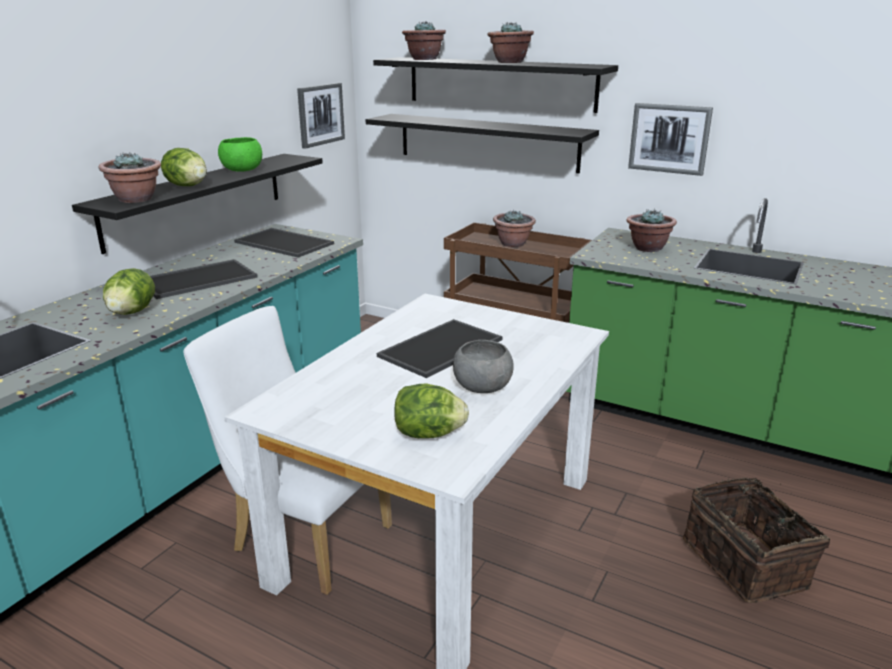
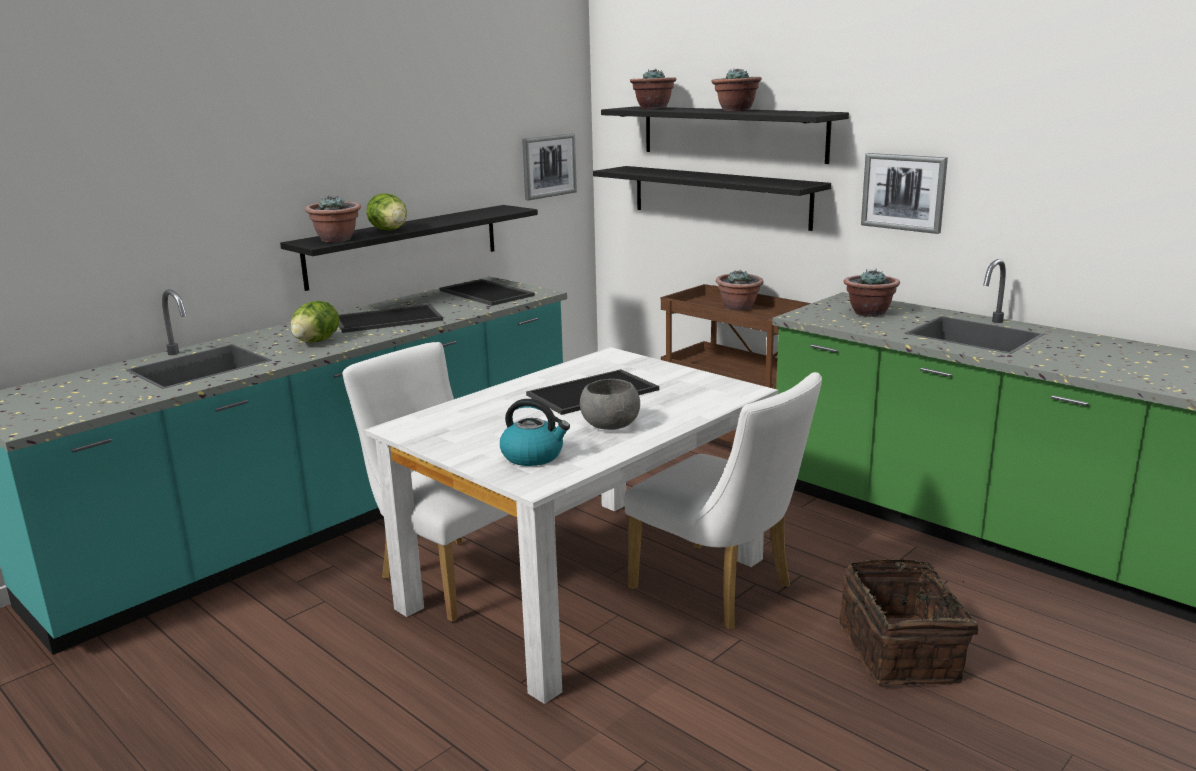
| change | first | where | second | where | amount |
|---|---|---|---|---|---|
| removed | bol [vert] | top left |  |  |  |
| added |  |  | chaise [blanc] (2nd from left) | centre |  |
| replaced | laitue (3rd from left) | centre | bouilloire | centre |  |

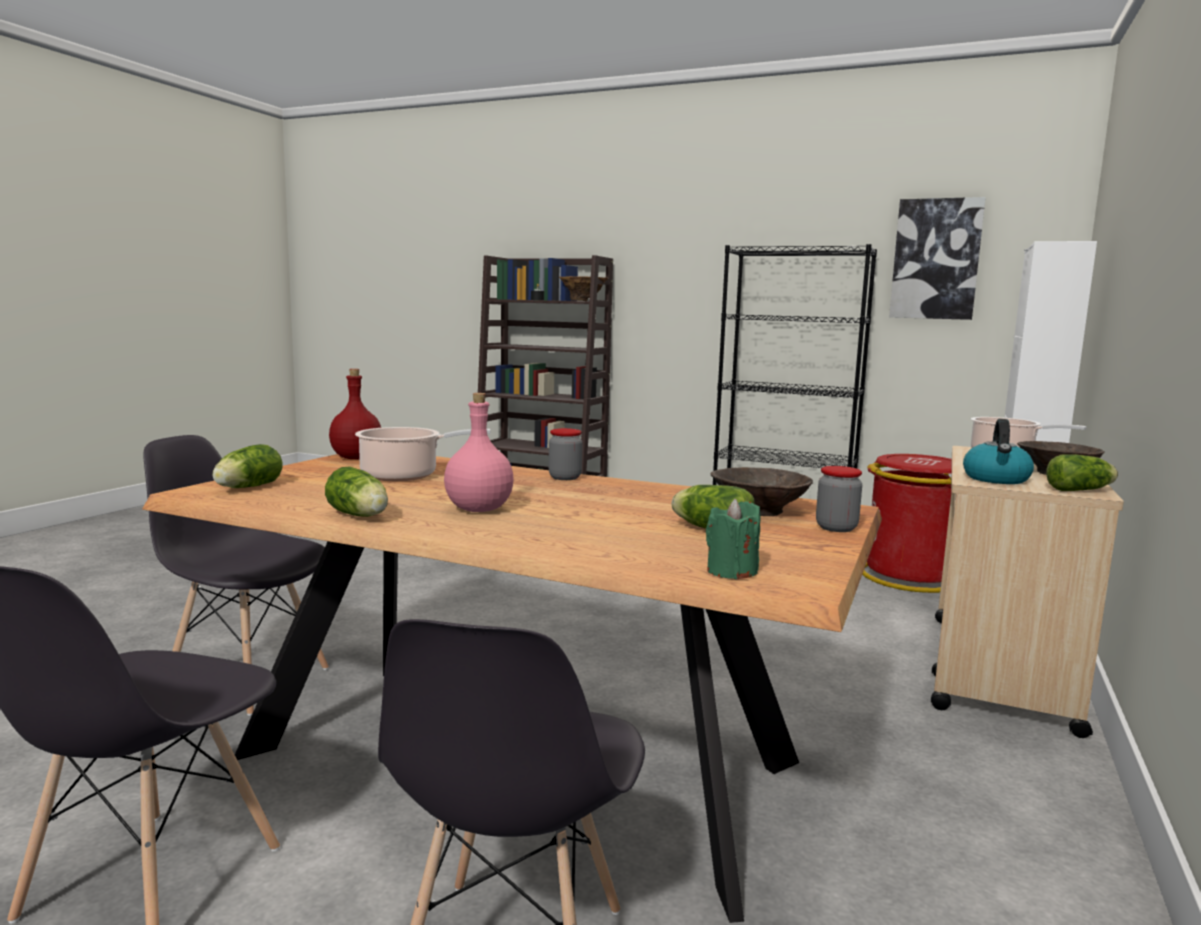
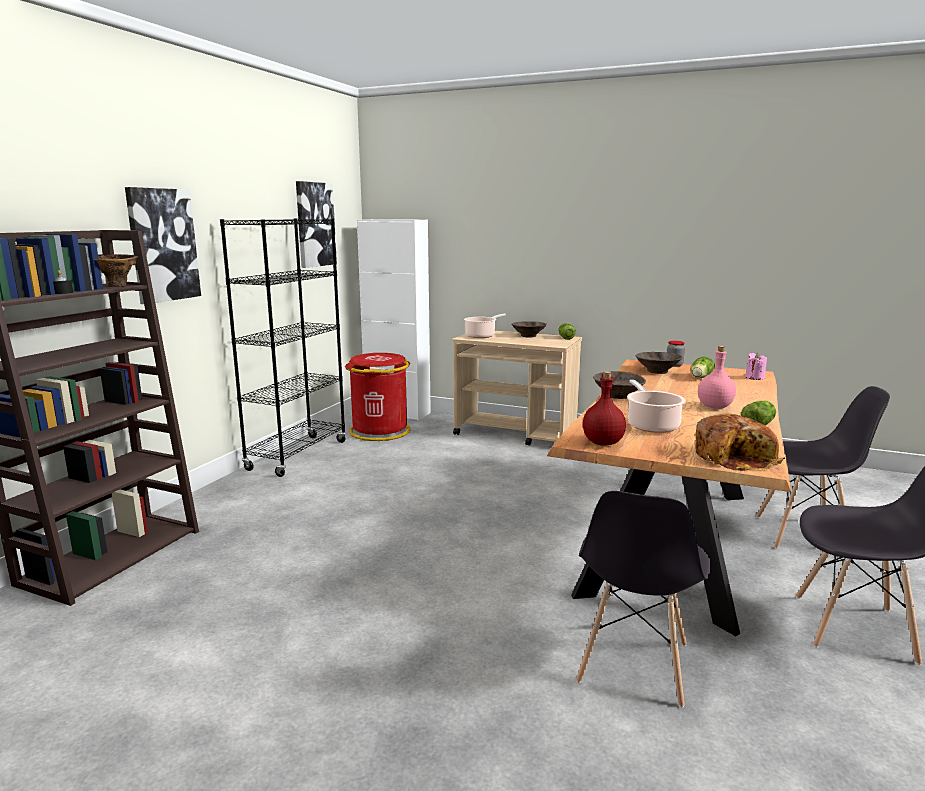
| change | first | where | second | where | amount |
|---|---|---|---|---|---|
| removed | bouilloire | middle right |  |  |  |
| added |  |  | tableau (1st from left) | top left |  |
| replaced | laitue (1st from left) | middle left | pain | middle right |  |
| replaced | bocal (1st from left) | centre | bol [marron] (2nd from left) | middle right |  |
| recoloured | bougie [vert] | centre | bougie [rose] | middle right |  |

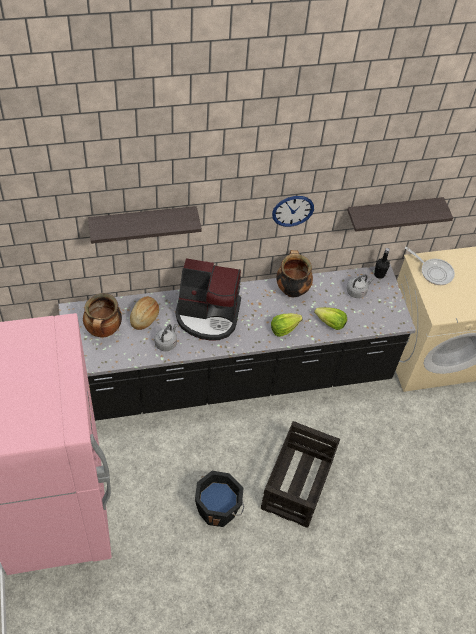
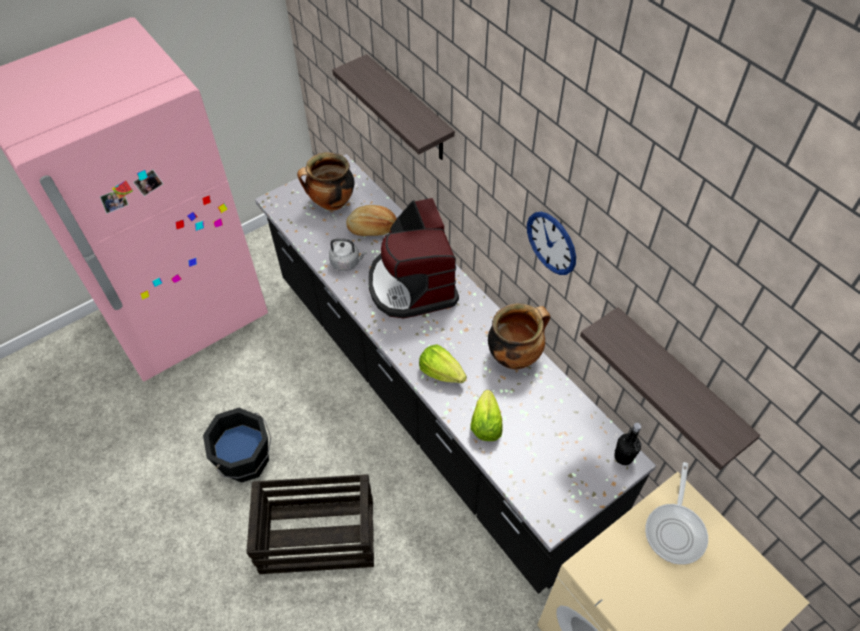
| change | first | where | second | where | amount |
|---|---|---|---|---|---|
| removed | bouilloire [gris] (2nd from left) | middle right |  |  |  |

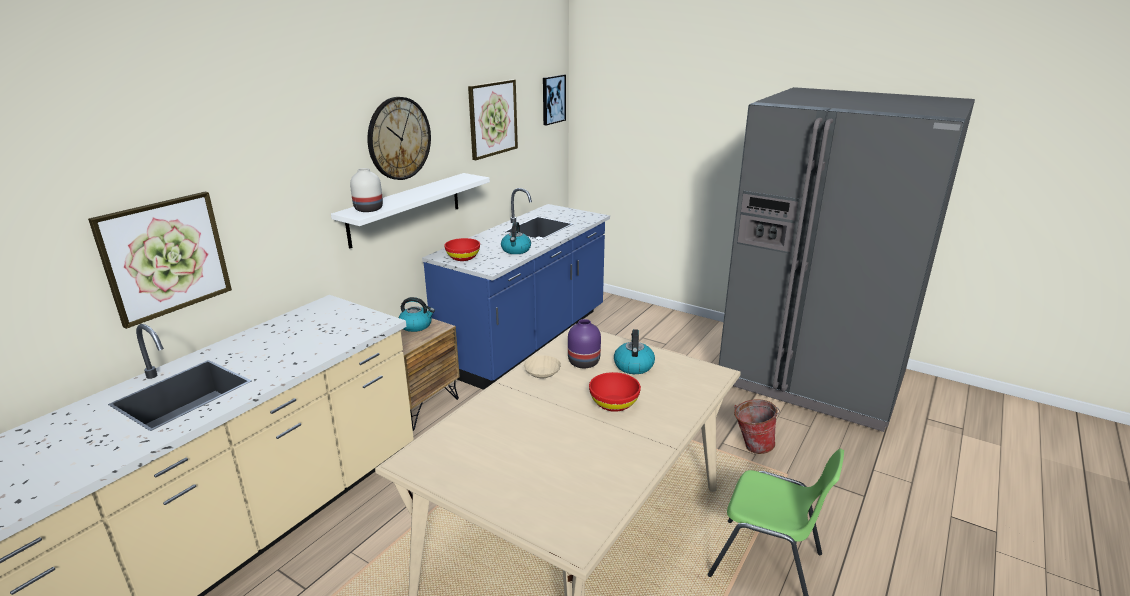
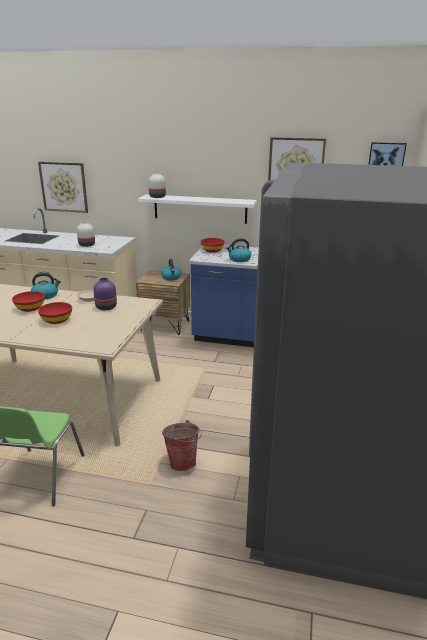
| change | first | where | second | where | amount |
|---|---|---|---|---|---|
| removed | horloge murale | top centre |  |  |  |
| added |  |  | bol [rouge] (1st from left) | middle left |  |
| added |  |  | vase [blanc] (1st from left) | middle left |  |
| moved | bouilloire (3rd from left in the first image) | centre | bouilloire (1st from left) | middle left |  |

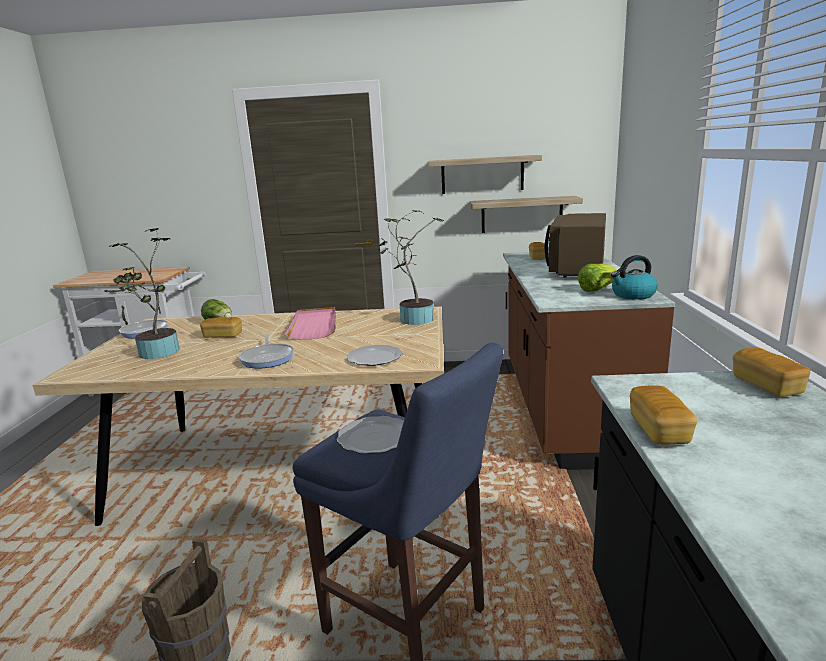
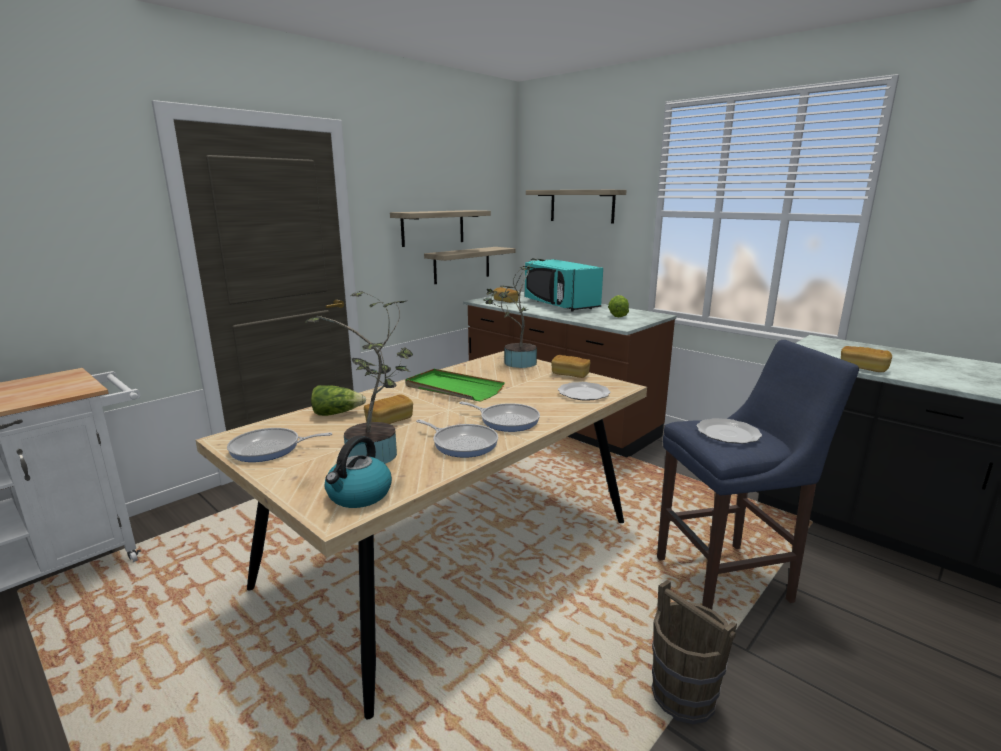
| change | first | where | second | where | amount |
|---|---|---|---|---|---|
| added |  |  | poêle (2nd from left) | centre |  |
| added |  |  | étagère (3rd from left) | top centre |  |
| moved | bouilloire | middle right |  | centre |  |
| moved | pain (4th from left in the first image) | middle right | pain (3rd from left) | centre |  |
| recoloured | plateau [rose] | centre | plateau [vert] | centre |  |
| recoloured | micro-ondes [marron] | middle right | micro-ondes [turquoise] | centre |  |

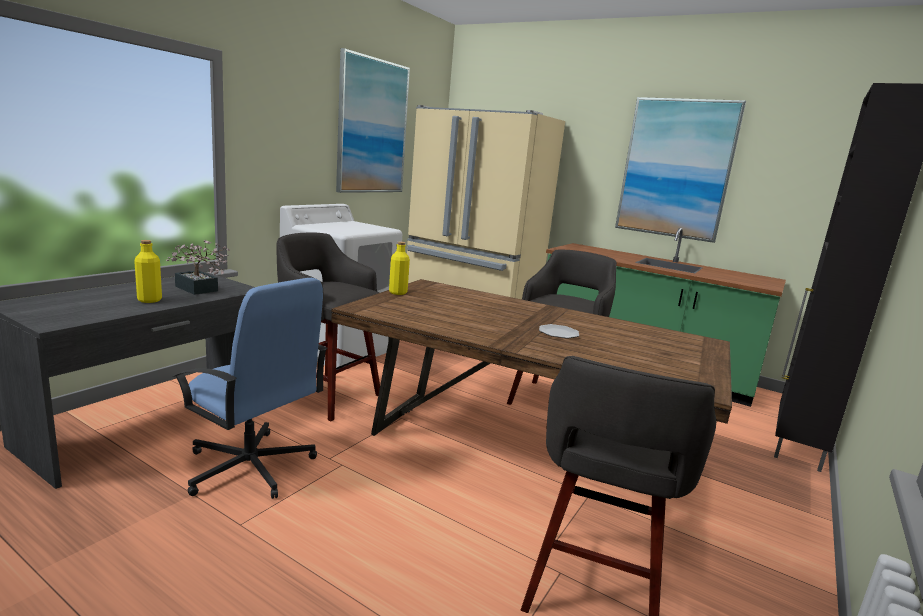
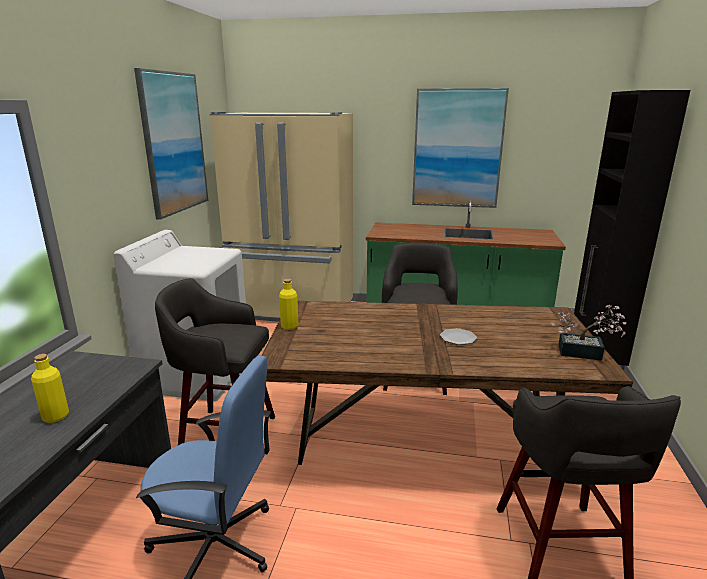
| change | first | where | second | where | amount |
|---|---|---|---|---|---|
| moved | plante en pot | middle left |  | middle right |  |

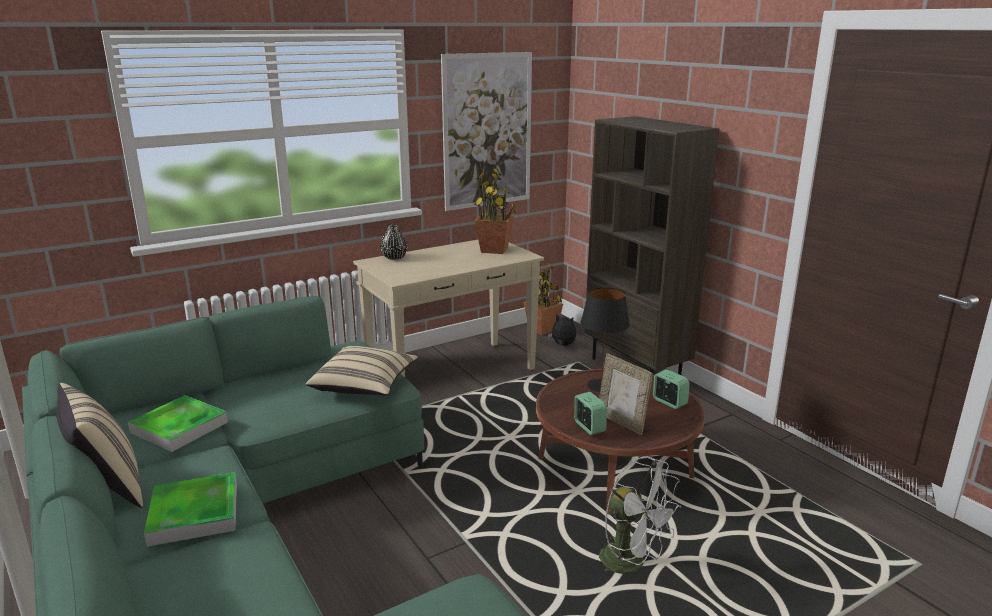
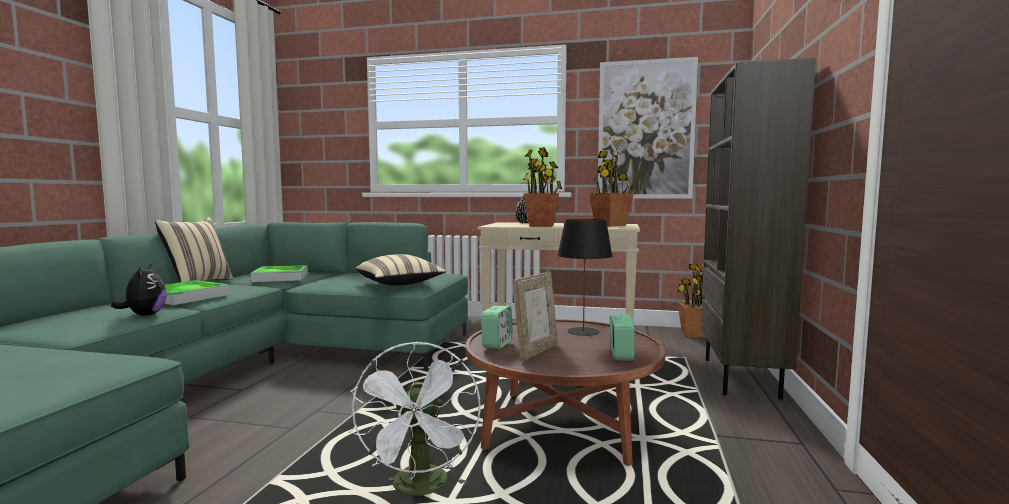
| change | first | where | second | where | amount |
|---|---|---|---|---|---|
| added |  |  | plante en pot (1st from left) | centre |  |
| moved | peluche | centre |  | middle left |  |
| turned | cadre photo | centre |  | centre | 150 degrees counterclockwise |

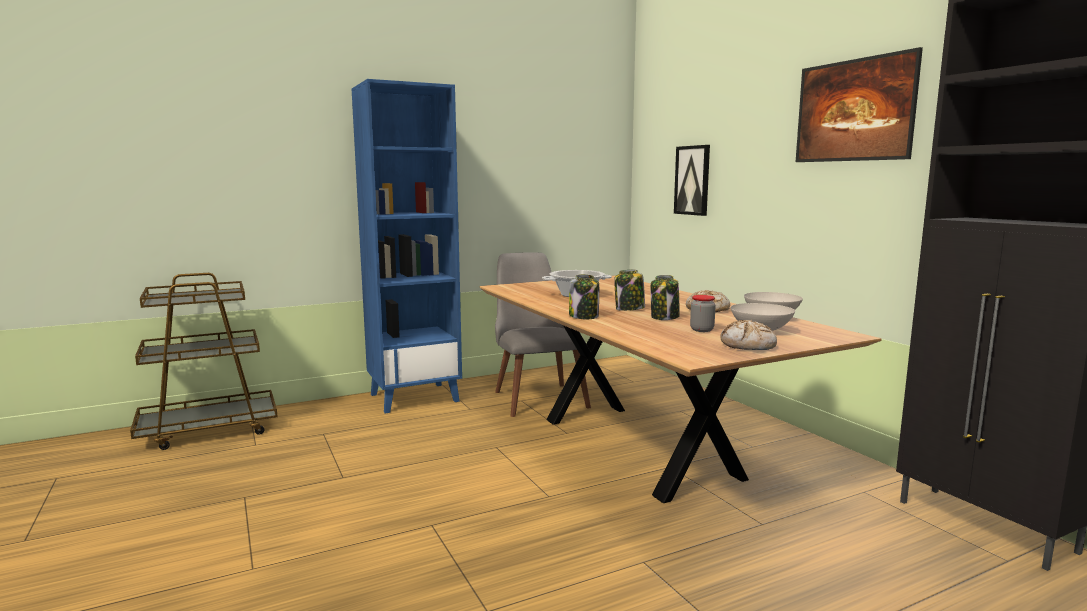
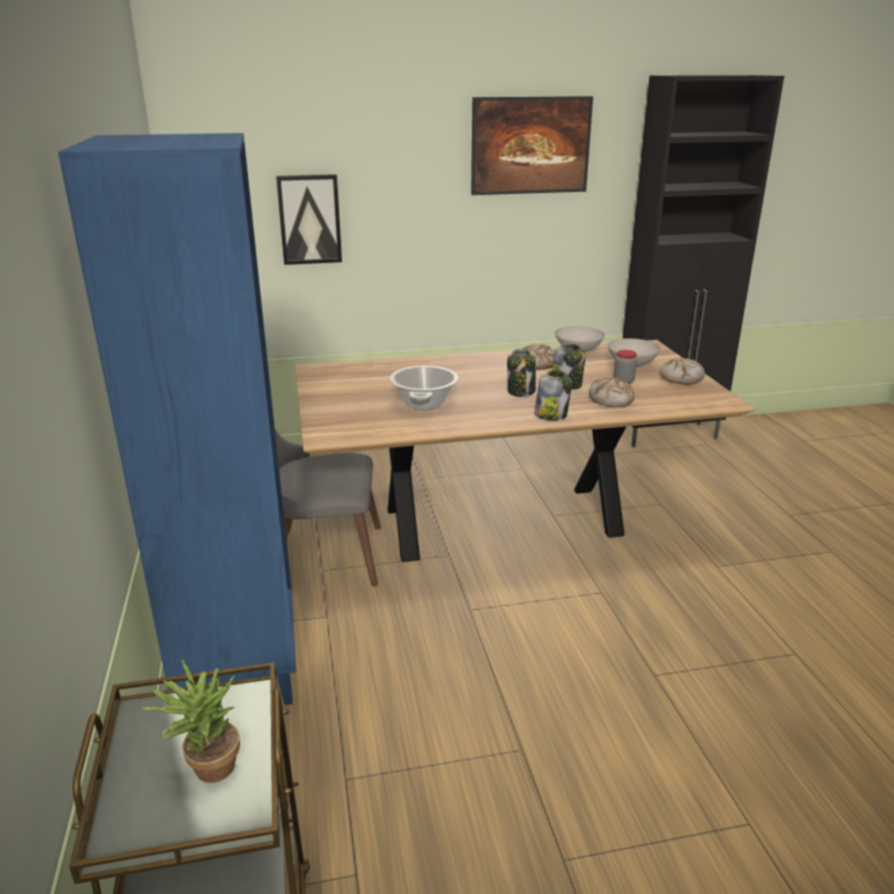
| change | first | where | second | where | amount |
|---|---|---|---|---|---|
| added |  |  | plante en pot | bottom left |  |
| added |  |  | pain (2nd from left) | middle right |  |

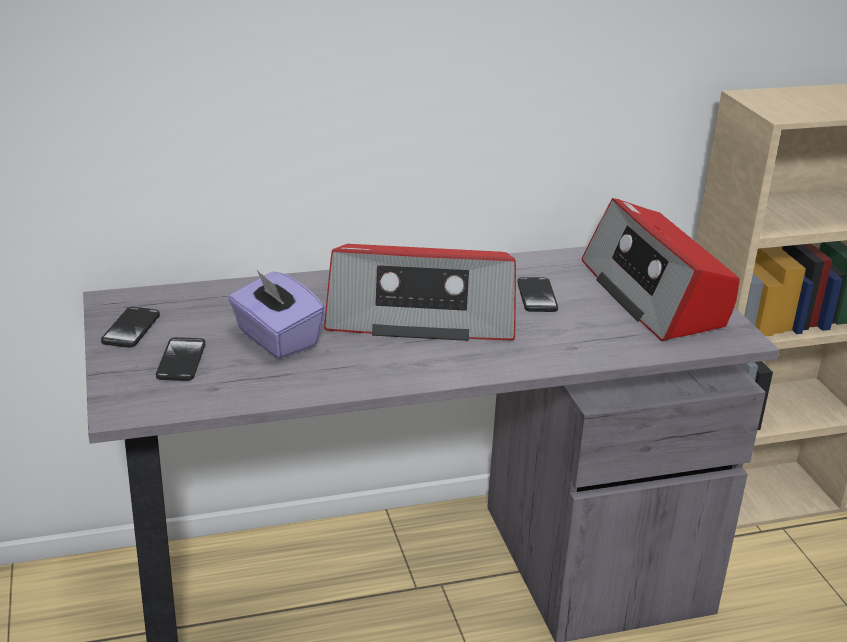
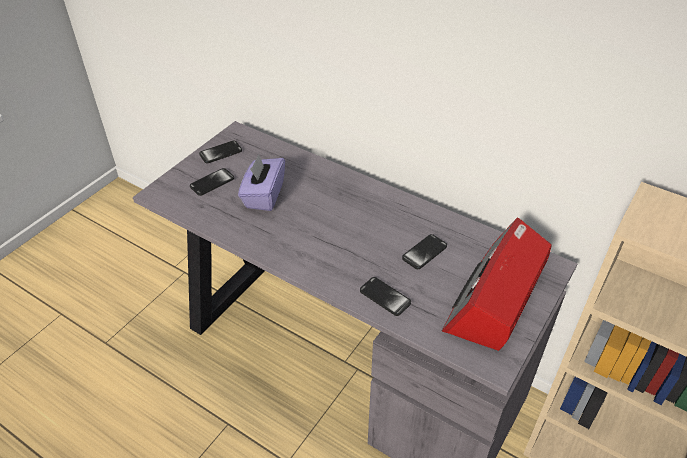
| change | first | where | second | where | amount |
|---|---|---|---|---|---|
| removed | radio (1st from left) | centre |  |  |  |
| added |  |  | téléphone (3rd from left) | centre |  |

